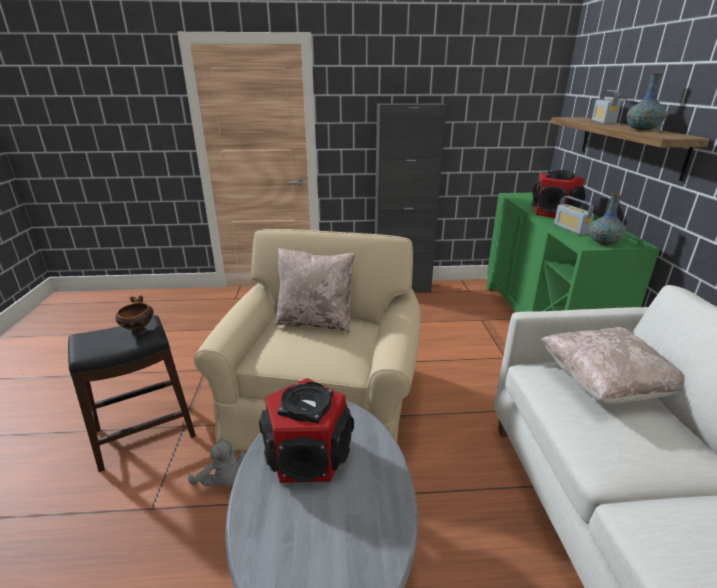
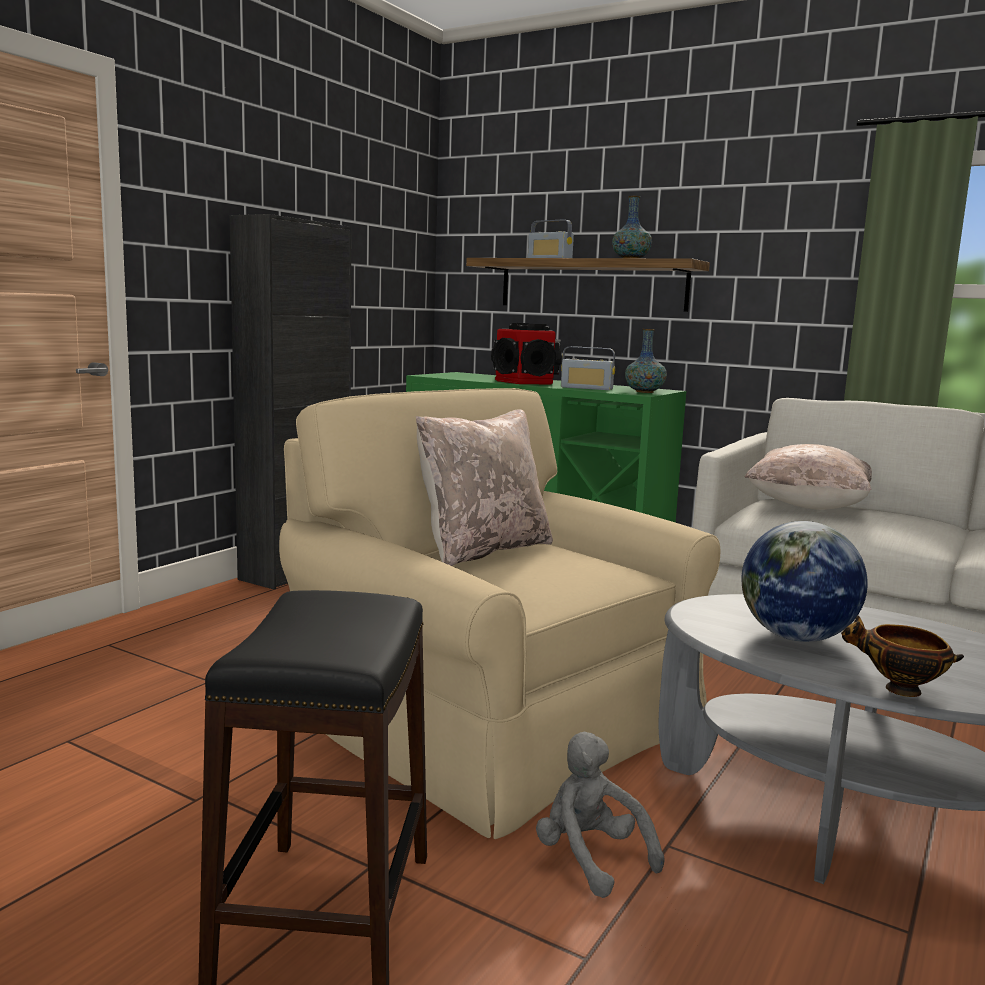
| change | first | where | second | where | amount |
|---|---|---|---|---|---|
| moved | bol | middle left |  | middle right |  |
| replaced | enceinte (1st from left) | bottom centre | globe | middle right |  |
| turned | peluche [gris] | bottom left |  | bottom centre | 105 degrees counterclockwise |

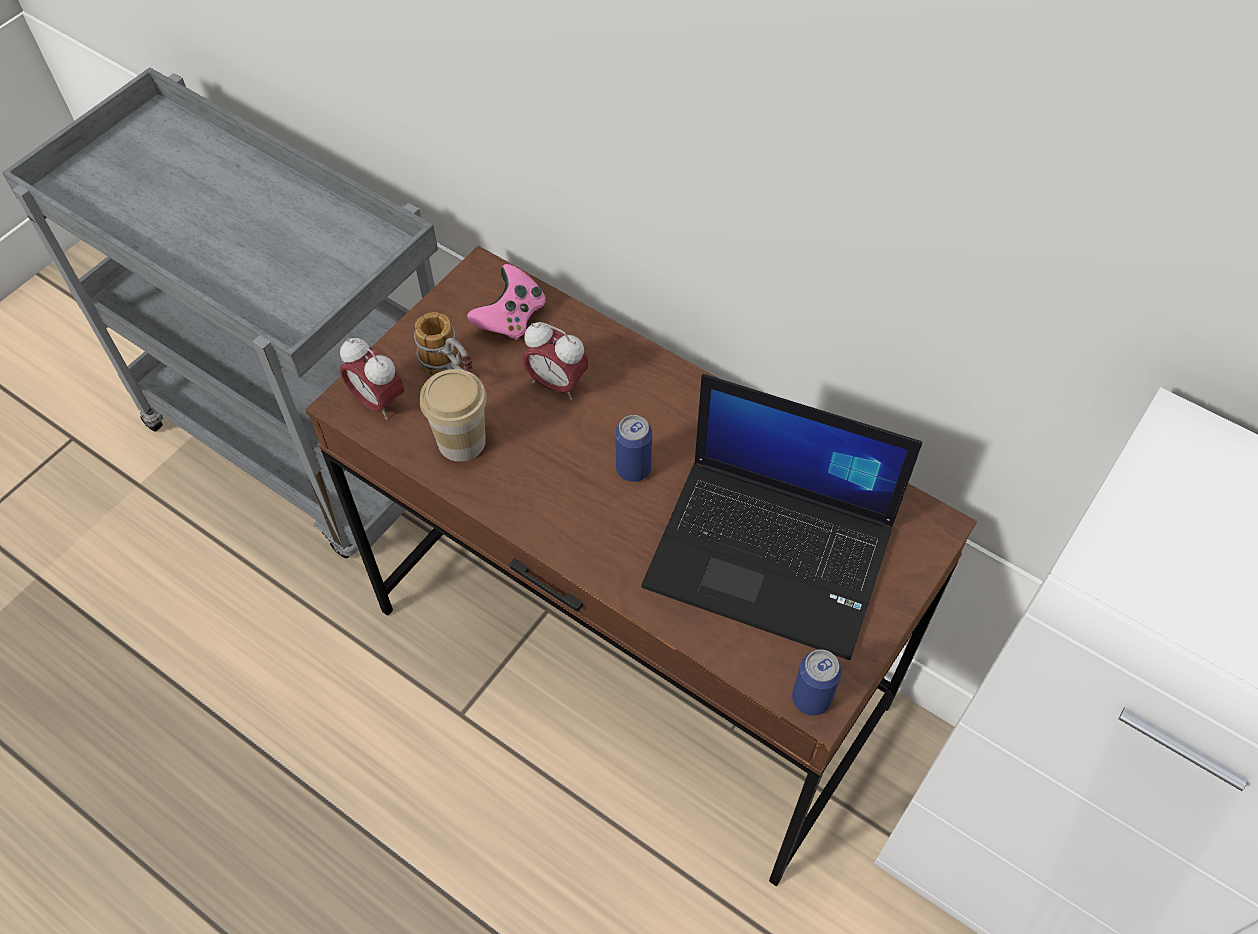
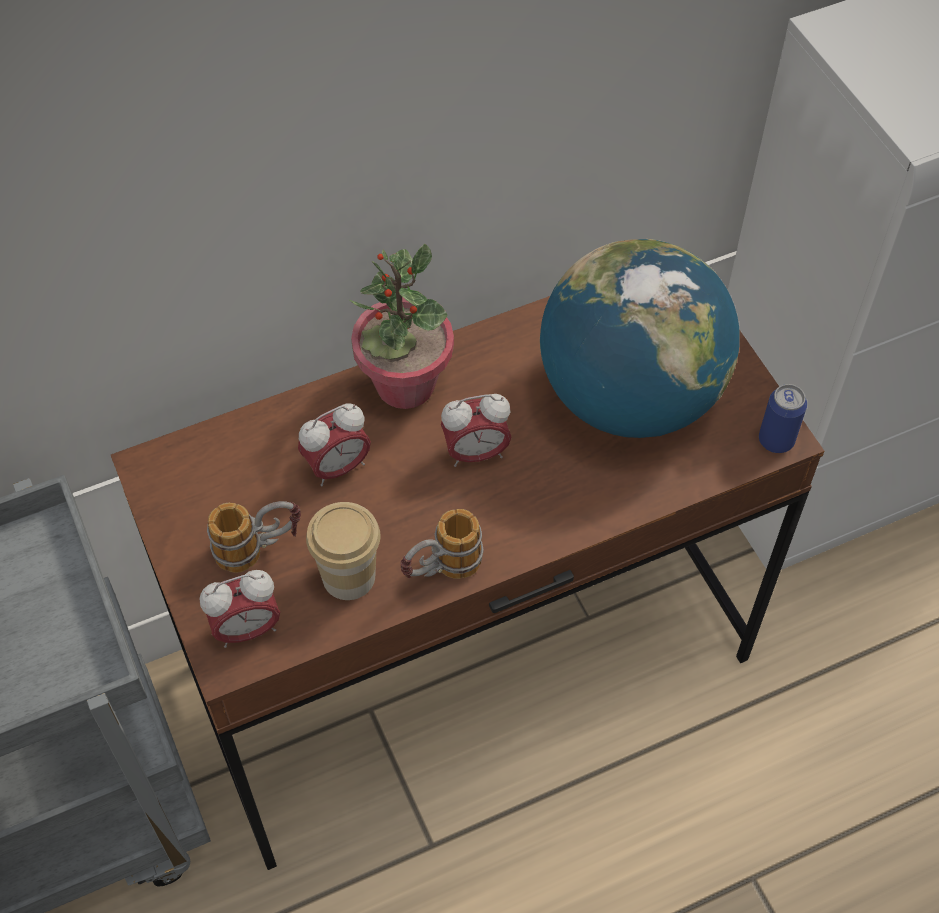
| change | first | where | second | where | amount |
|---|---|---|---|---|---|
| removed | manette [rose] | top centre |  |  |  |
| added |  |  | plante en pot | centre |  |
| added |  |  | mug (2nd from left) | centre |  |
| replaced | boîte métallique (1st from left) | centre | réveil (3rd from left) | centre |  |
| replaced | ordinateur portable | centre | globe | middle right |  |

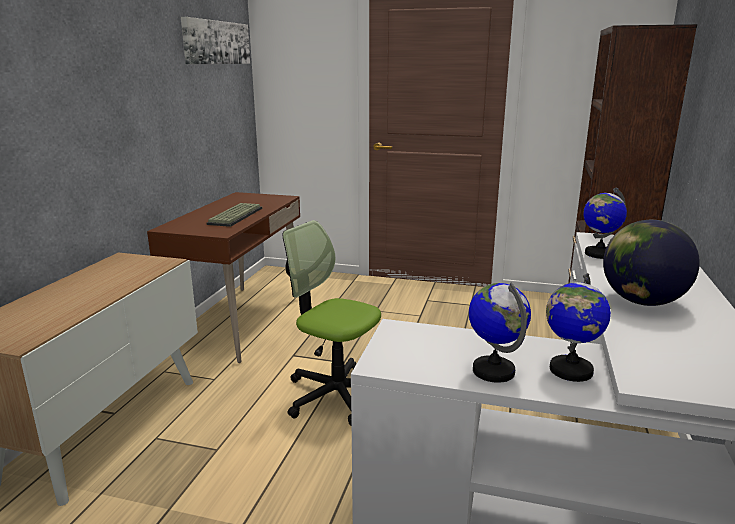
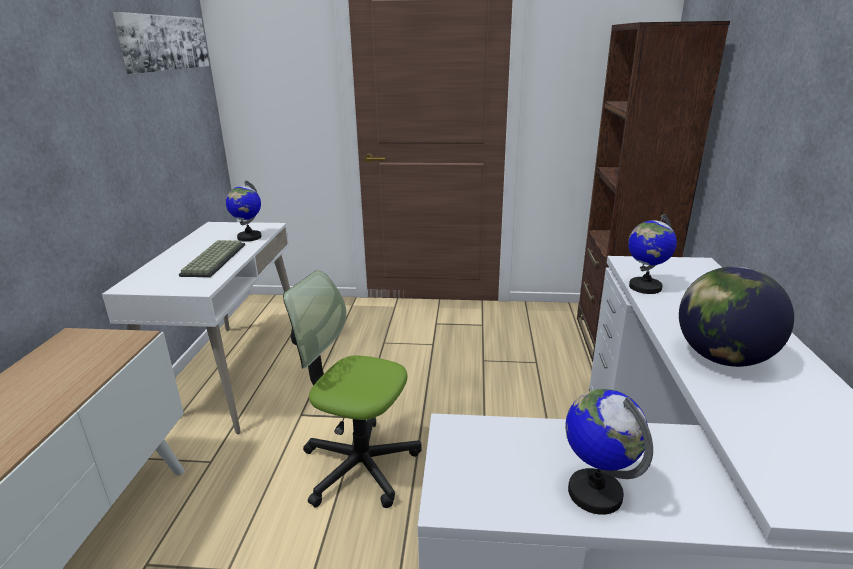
| change | first | where | second | where | amount |
|---|---|---|---|---|---|
| moved | globe (2nd from left in the first image) | middle right | globe (1st from left) | middle left |  |
| recoloured | bureau [marron] | middle left | bureau [blanc] (1st from left) | middle left |  |

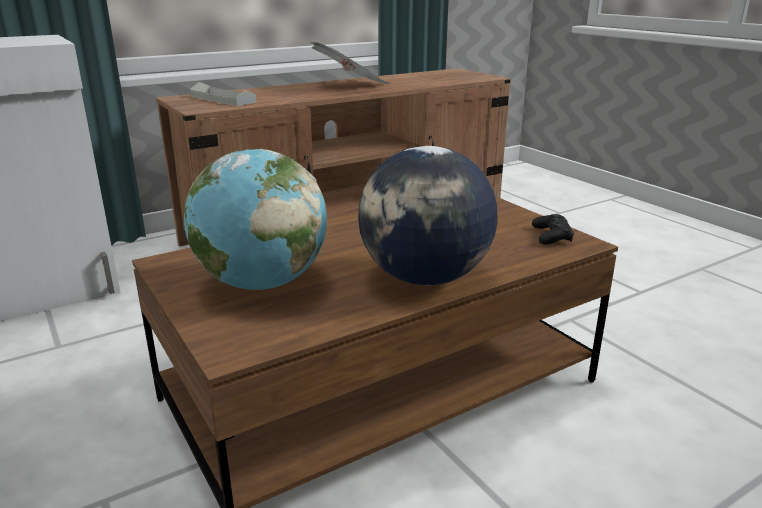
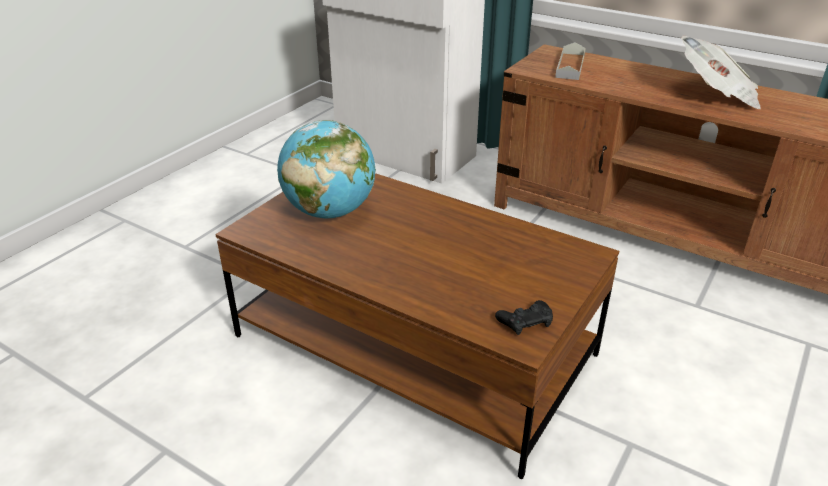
| change | first | where | second | where | amount |
|---|---|---|---|---|---|
| removed | globe (2nd from left) | centre |  |  |  |

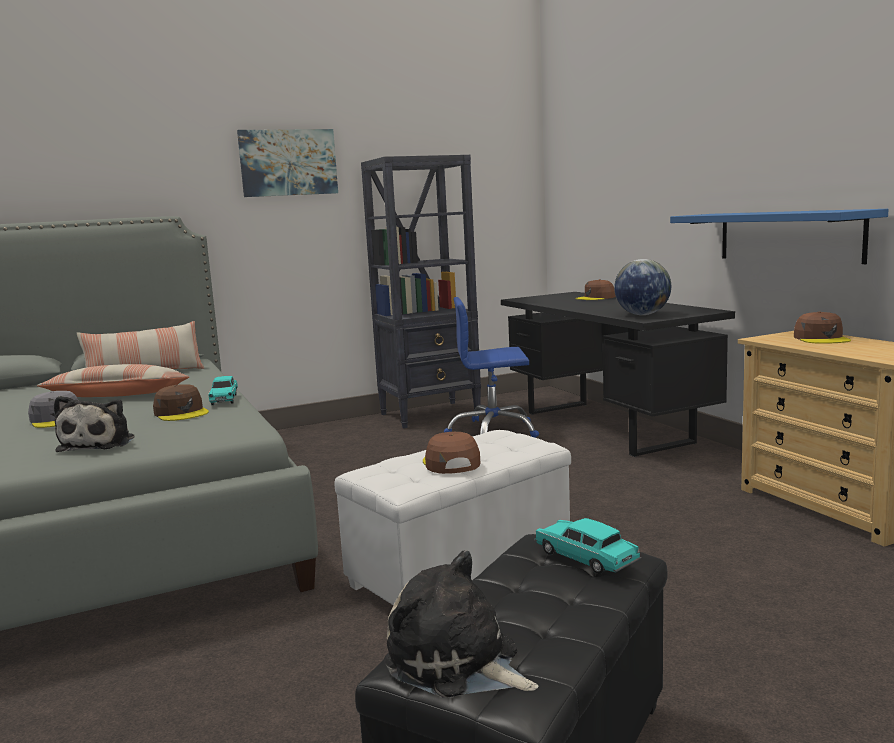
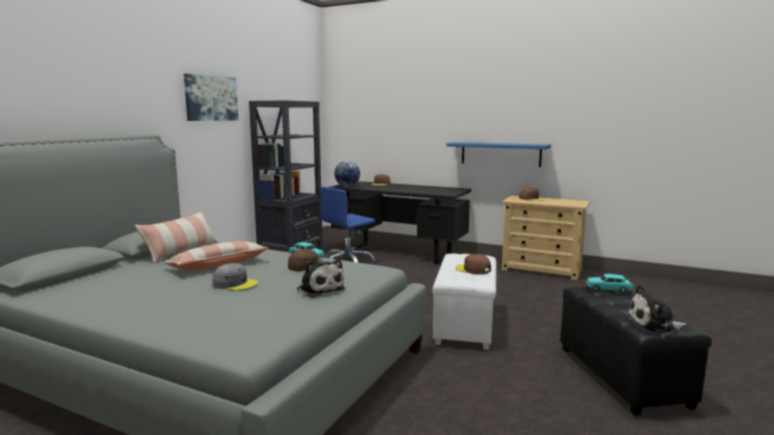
| change | first | where | second | where | amount |
|---|---|---|---|---|---|
| moved | globe | middle right |  | centre |  |

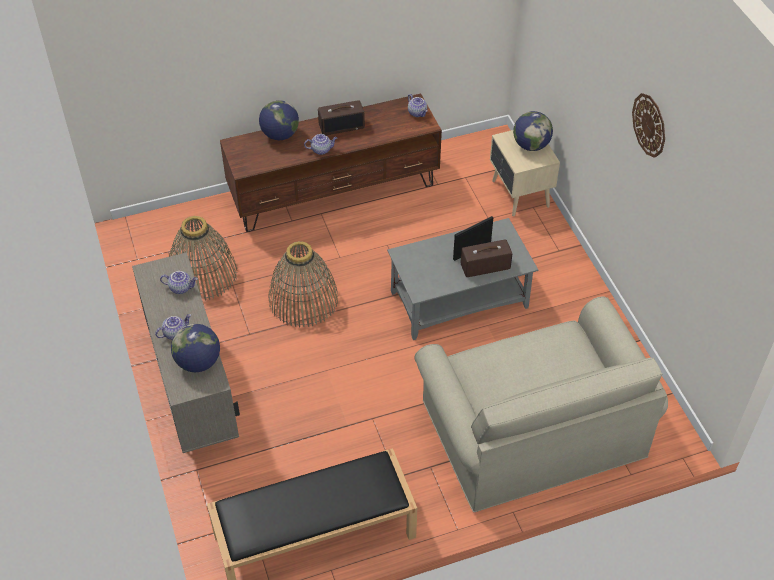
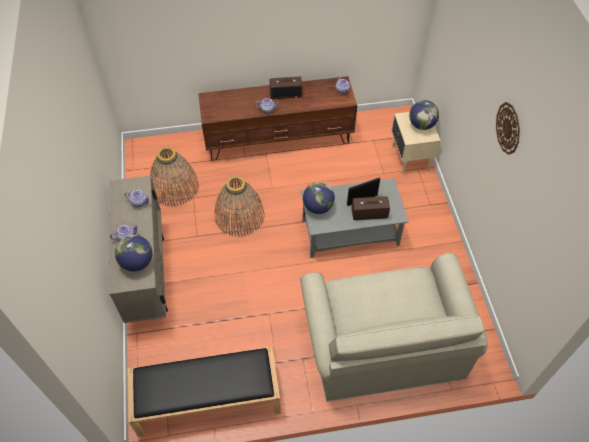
| change | first | where | second | where | amount |
|---|---|---|---|---|---|
| moved | globe (2nd from left) | top centre |  | centre |  |

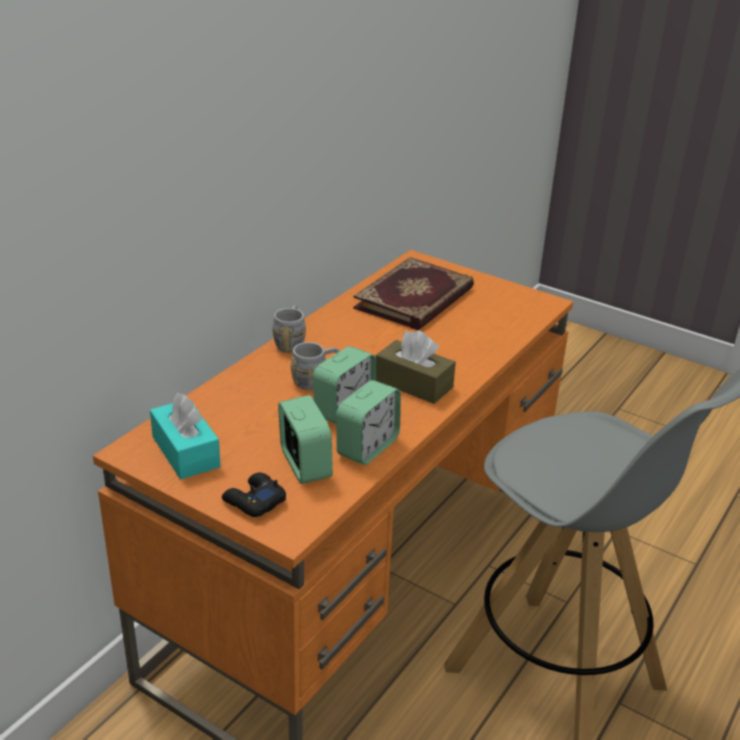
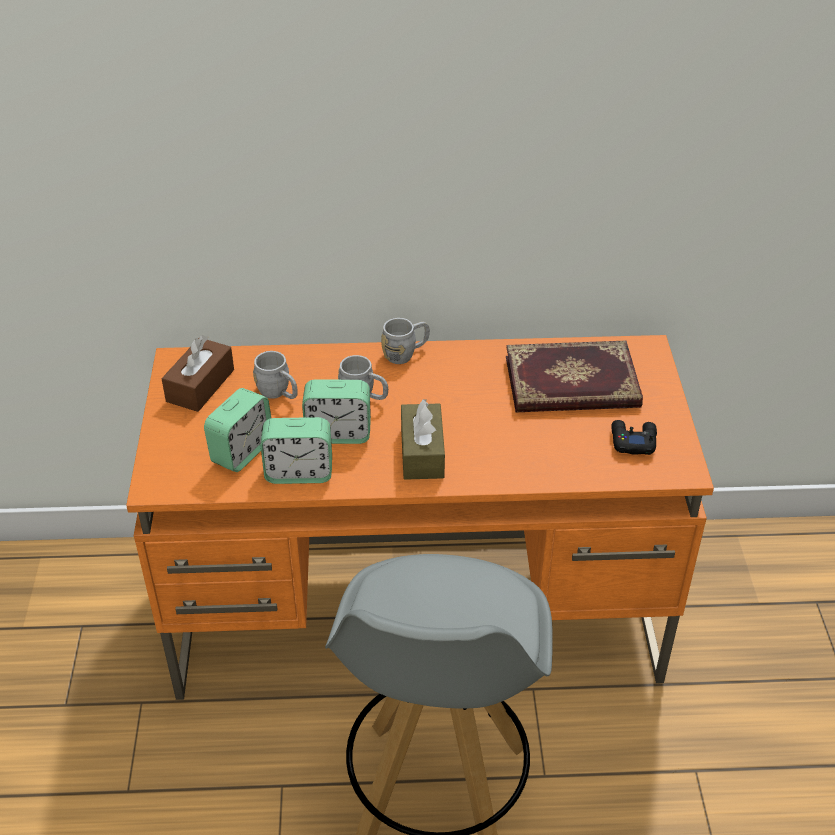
| change | first | where | second | where | amount |
|---|---|---|---|---|---|
| added |  |  | mug [gris] (1st from left) | middle left |  |
| moved | manette [noir] | bottom centre |  | middle right |  |
| recoloured | boîte à mouchoirs [turquoise] | middle left | boîte à mouchoirs [marron] (1st from left) | middle left |  |

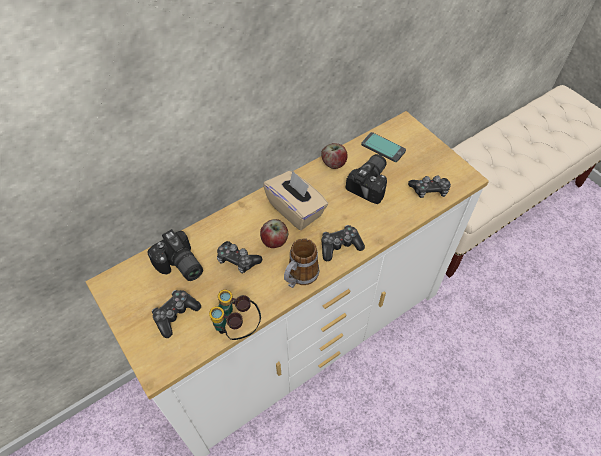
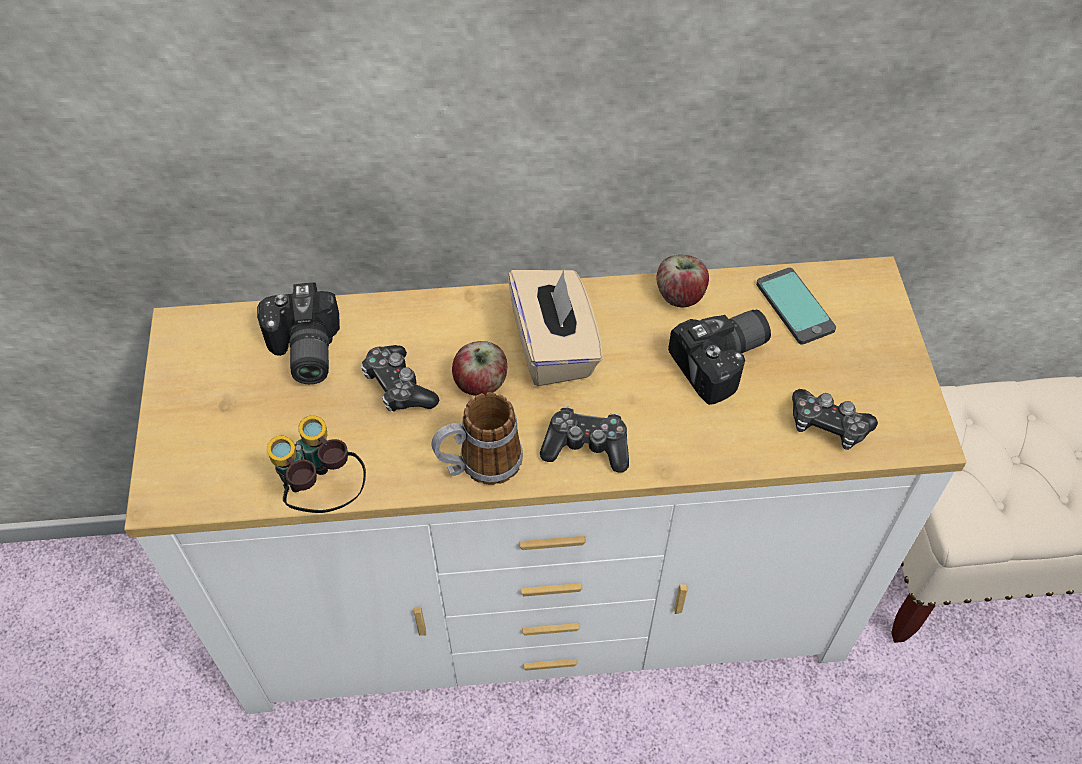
| change | first | where | second | where | amount |
|---|---|---|---|---|---|
| removed | manette (1st from left) | bottom left |  |  |  |

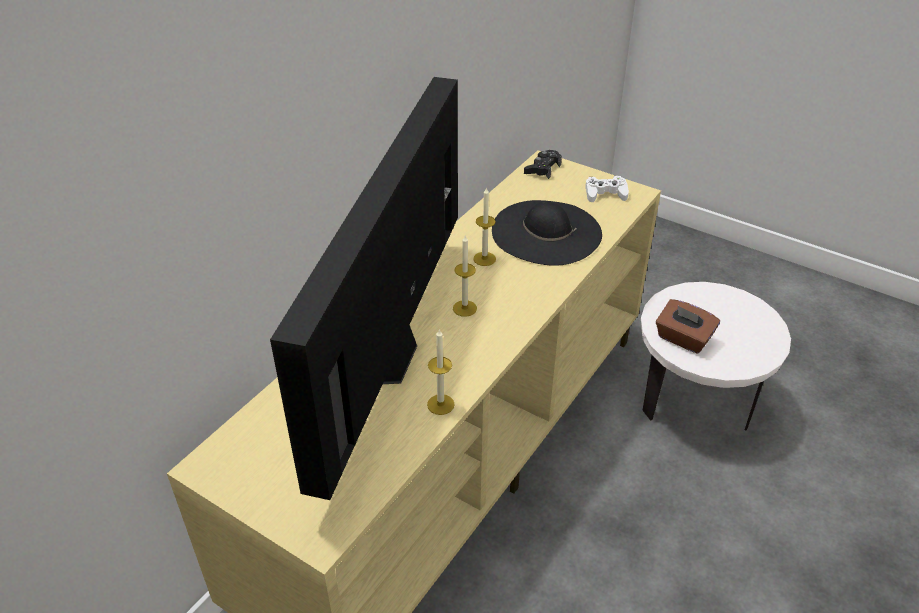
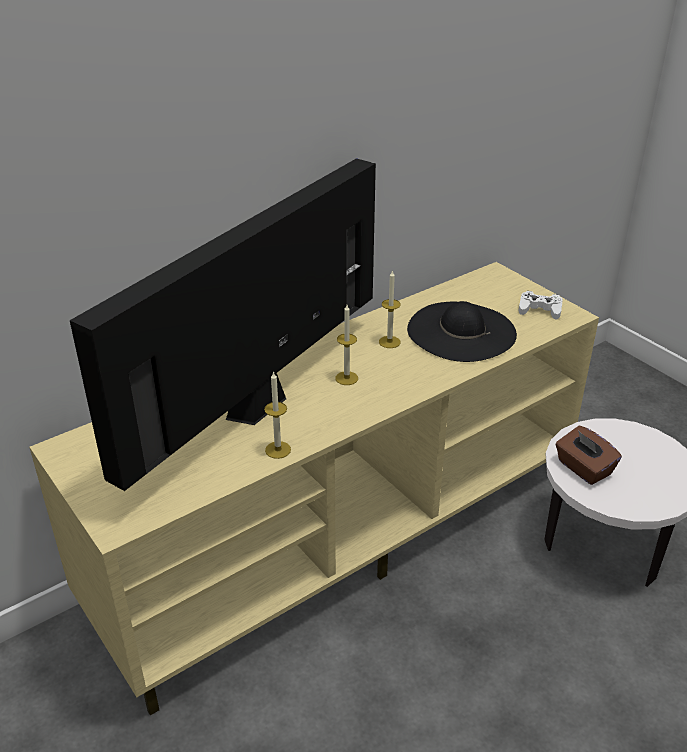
| change | first | where | second | where | amount |
|---|---|---|---|---|---|
| removed | manette [noir] | top centre |  |  |  |

